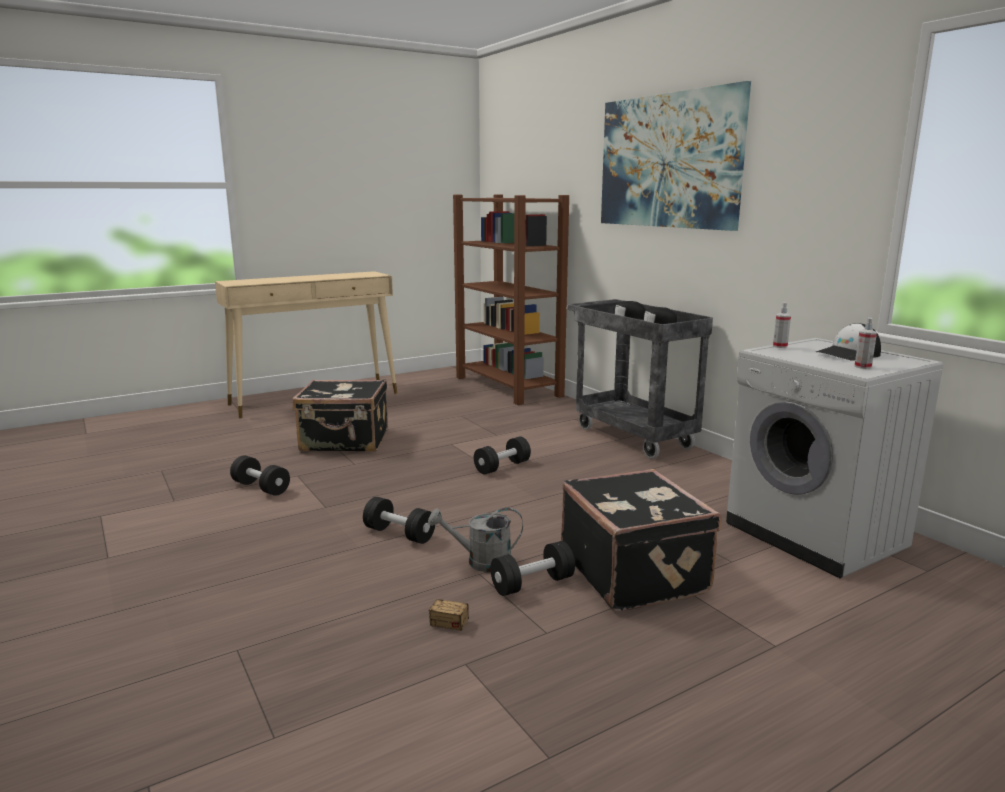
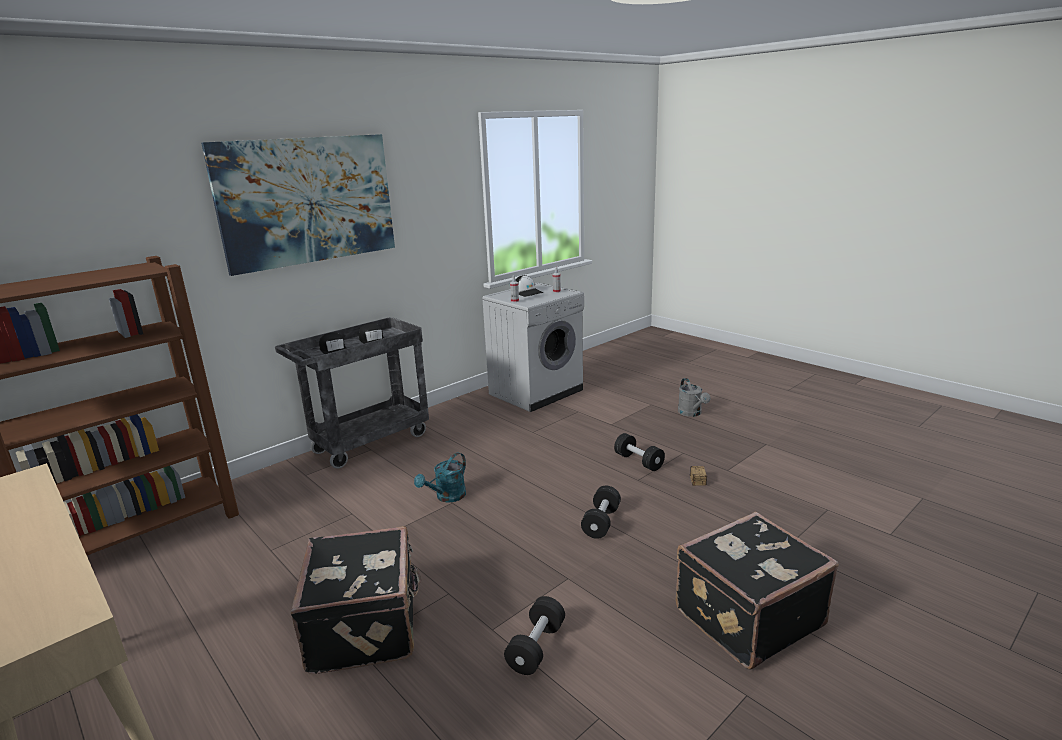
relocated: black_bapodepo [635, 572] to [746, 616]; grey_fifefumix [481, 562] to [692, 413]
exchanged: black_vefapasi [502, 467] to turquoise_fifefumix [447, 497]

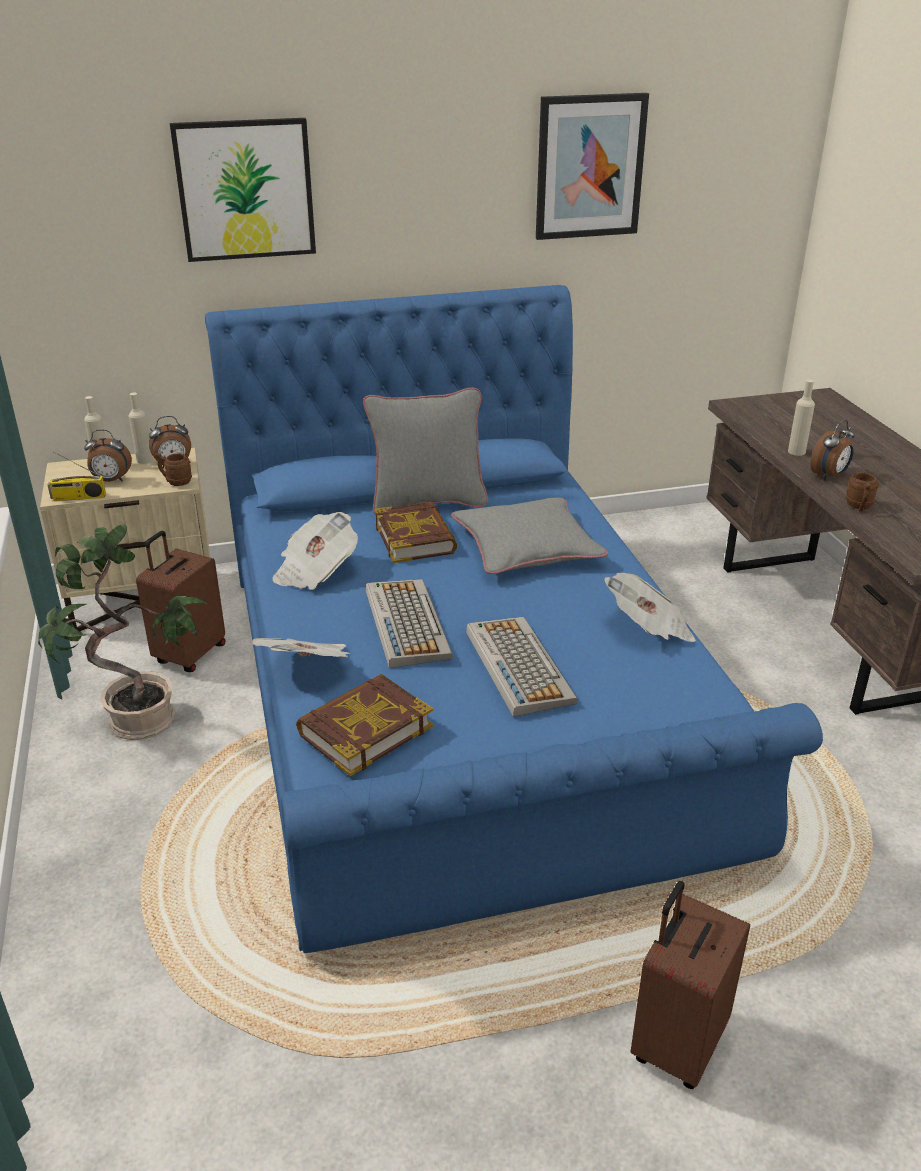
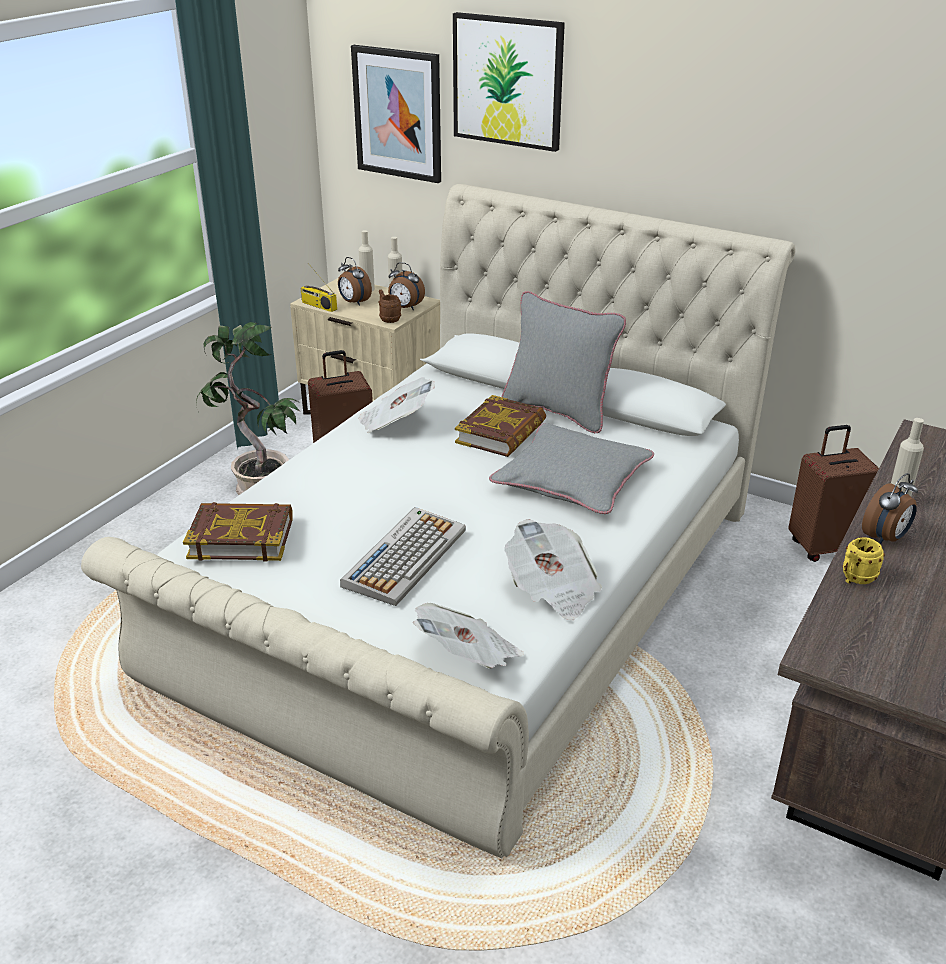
missing: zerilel [405, 623]
relocated: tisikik [589, 167] to [398, 113]; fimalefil [308, 668] to [469, 658]; brown_bapodepo [676, 1043] to [823, 547]
colour: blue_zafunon [459, 692] to beige_zafunon [472, 586]; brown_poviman [859, 507] to yellow_poviman [855, 579]
spun: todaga [829, 476] = [885, 538] 45 degrees counterclockwise

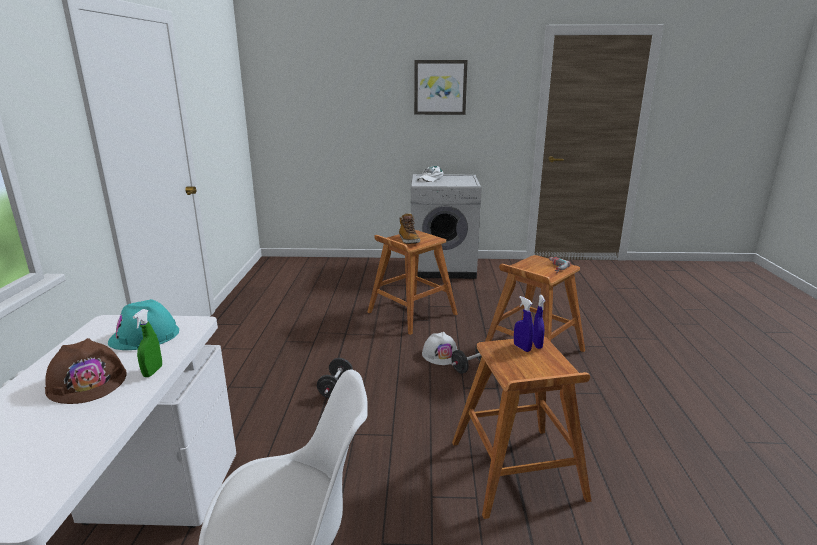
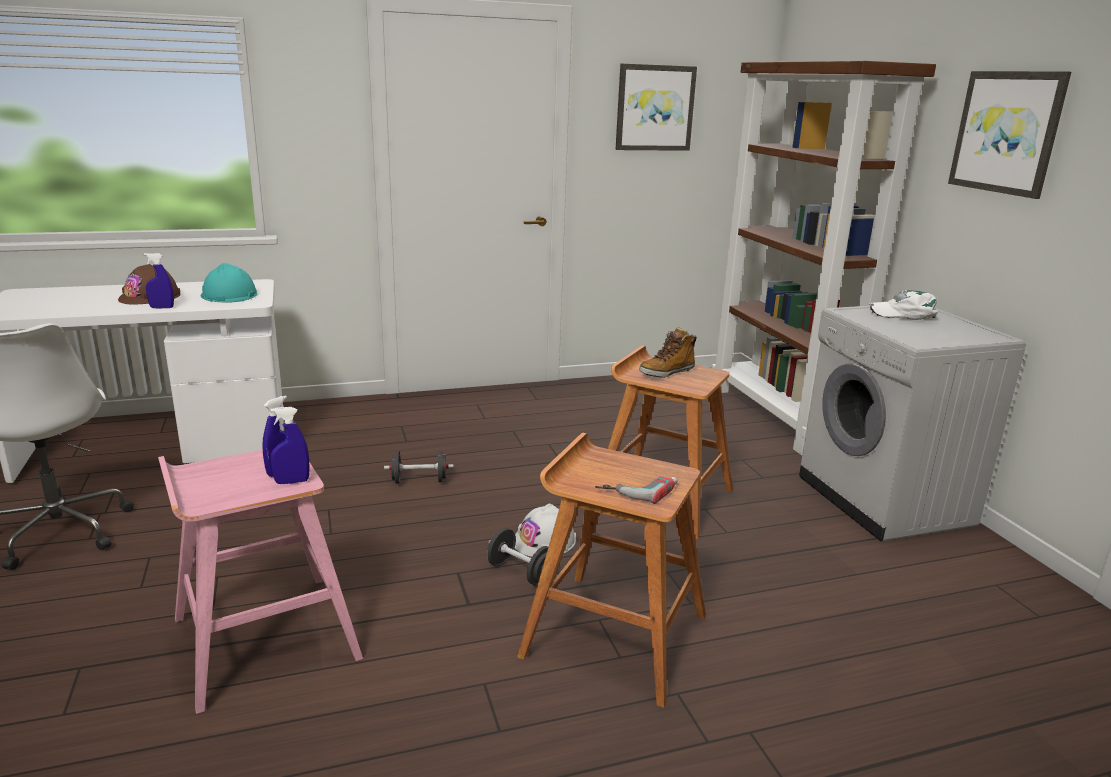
appeared: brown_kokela [779, 417]; tisikik [654, 108]
colour: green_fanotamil [152, 371] to blue_fanotamil [162, 307]; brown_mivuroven [517, 471] to pink_mivuroven [263, 638]

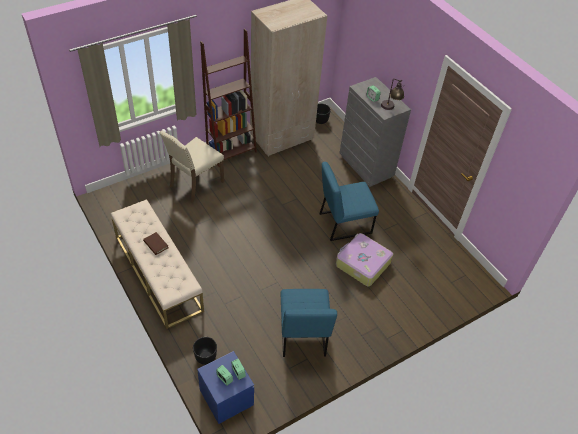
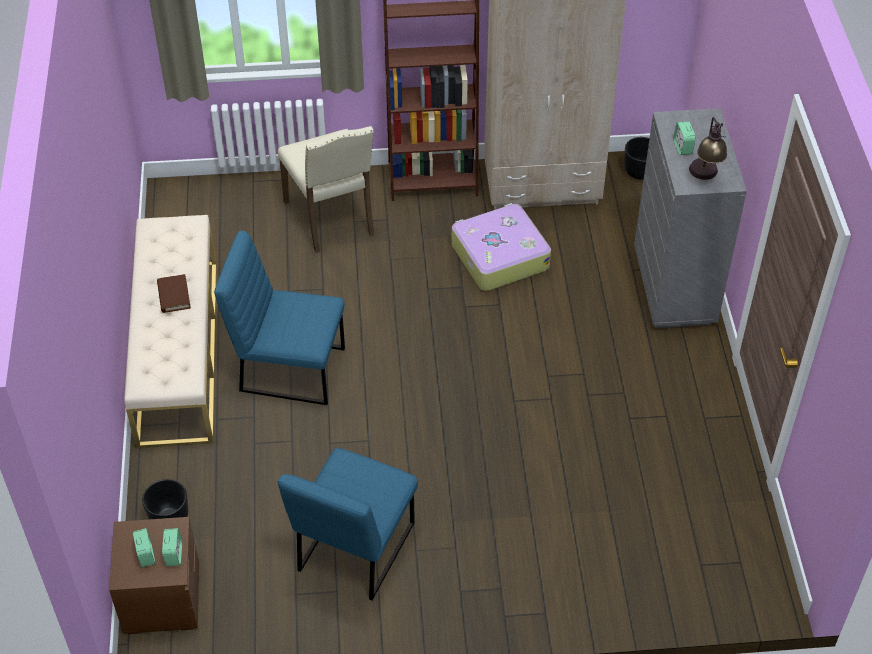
relocated: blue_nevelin [343, 223] to [289, 368]; bapodepo [362, 264] to [498, 256]
colour: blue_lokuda [225, 398] to brown_lokuda [160, 599]
spun: beige_nevelin [195, 184] = [332, 219] 90 degrees counterclockwise

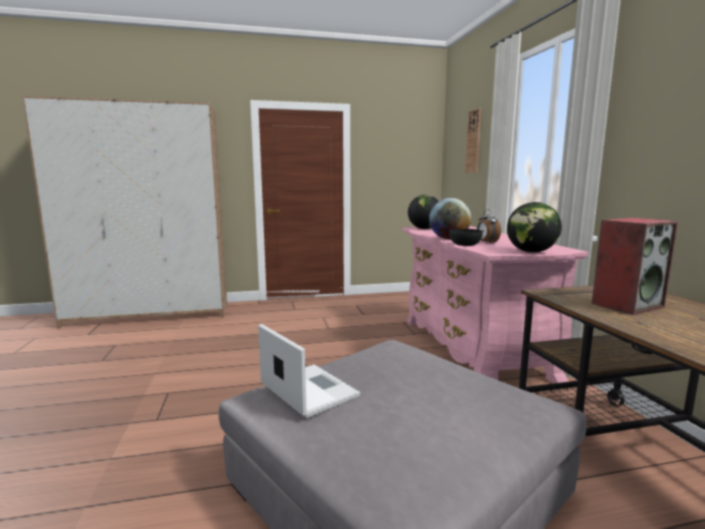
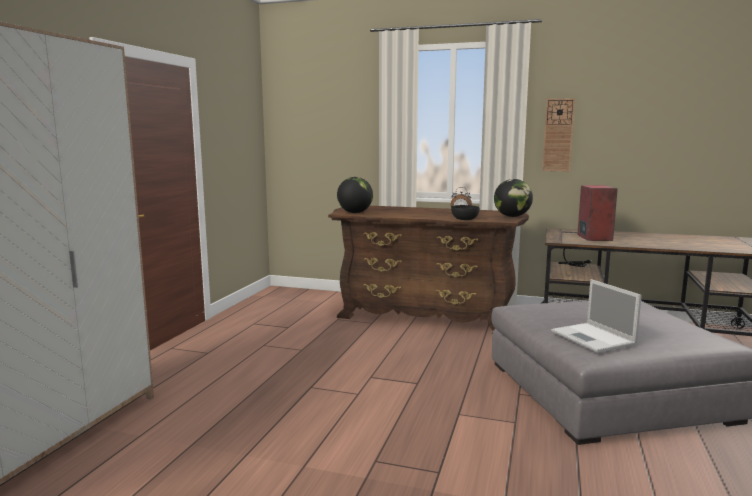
missing: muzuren [449, 239]
relocated: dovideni [473, 141] to [558, 135]
colour: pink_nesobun [468, 347] to brown_nesobun [425, 316]
spun: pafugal [307, 390] = [594, 338] 105 degrees counterclockwise

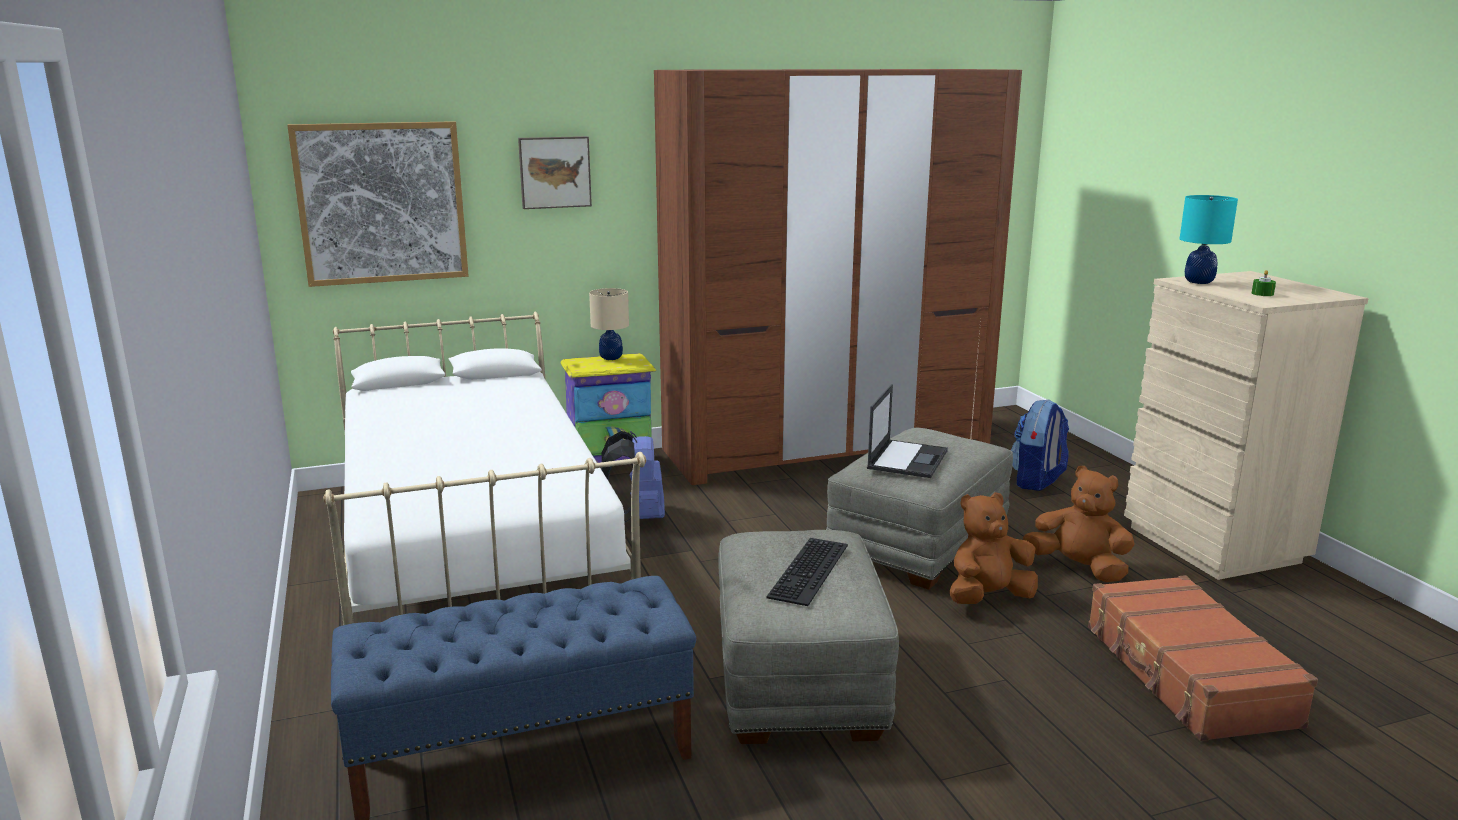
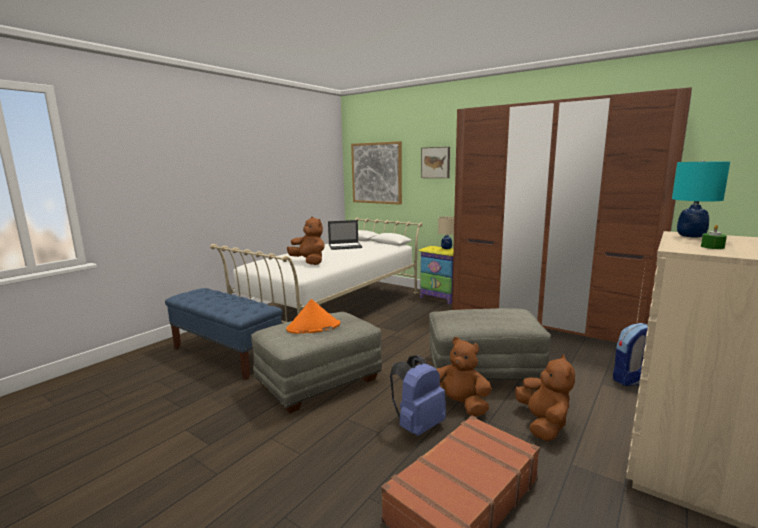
appeared: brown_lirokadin [309, 262]
relocated: pafugal [907, 459] to [345, 246]; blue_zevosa [638, 517] to [417, 425]
exchanged: zerilel [811, 571] to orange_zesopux [313, 327]

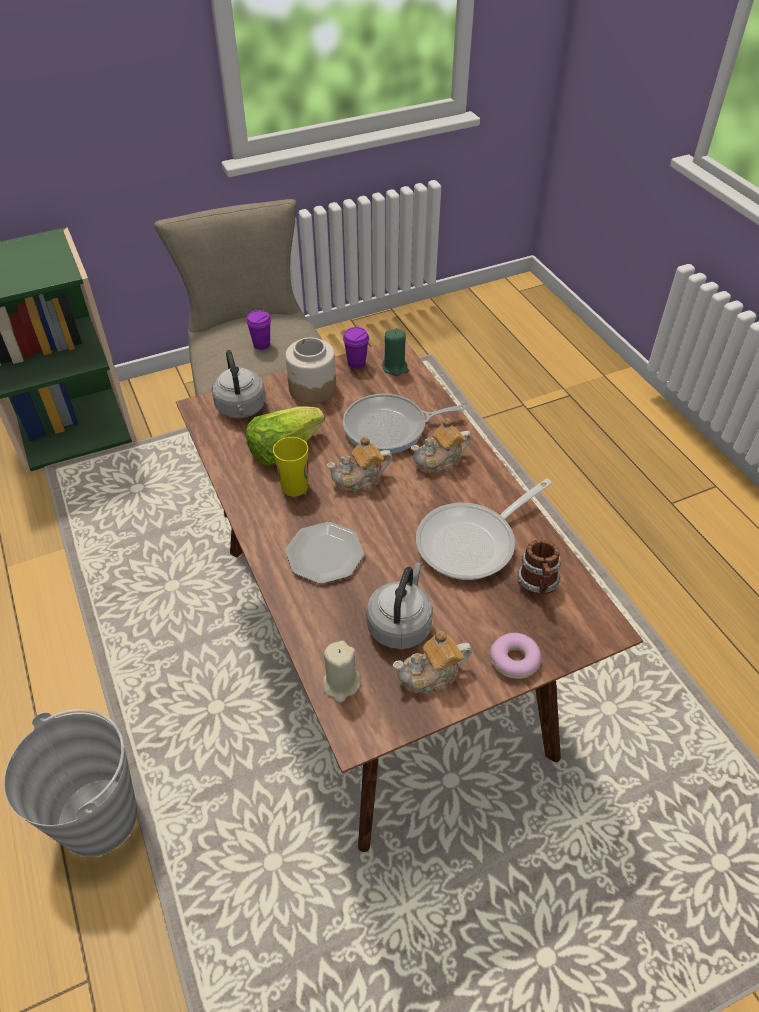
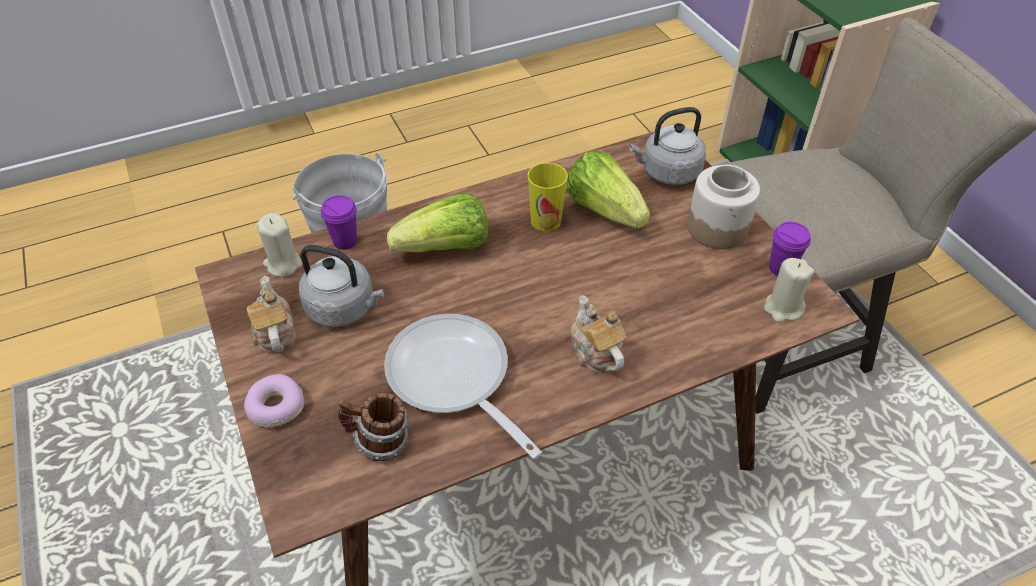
missing: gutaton [390, 428]; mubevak [360, 480]
relocated: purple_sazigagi [261, 344] to [345, 241]
exchanged: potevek [325, 554] to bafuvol [446, 248]
colour: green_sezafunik [395, 367] to beige_sezafunik [783, 308]

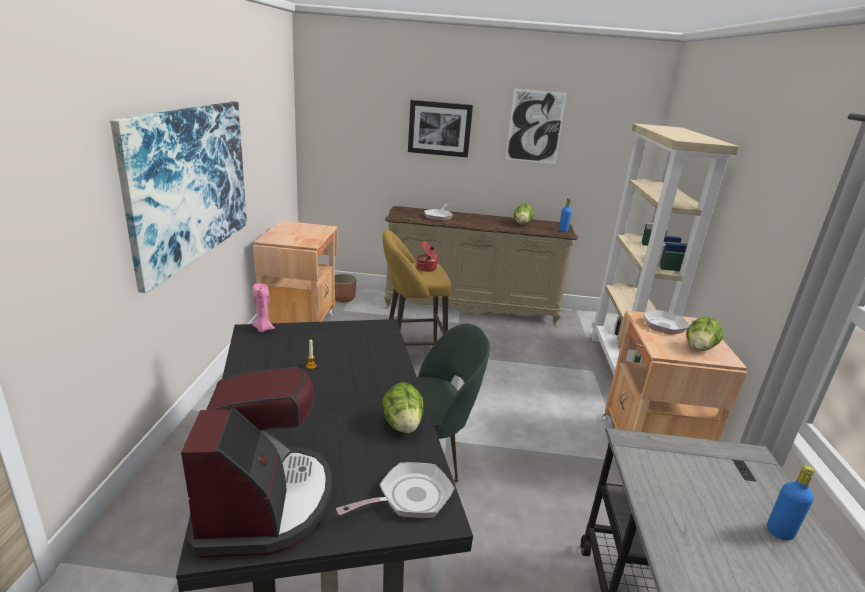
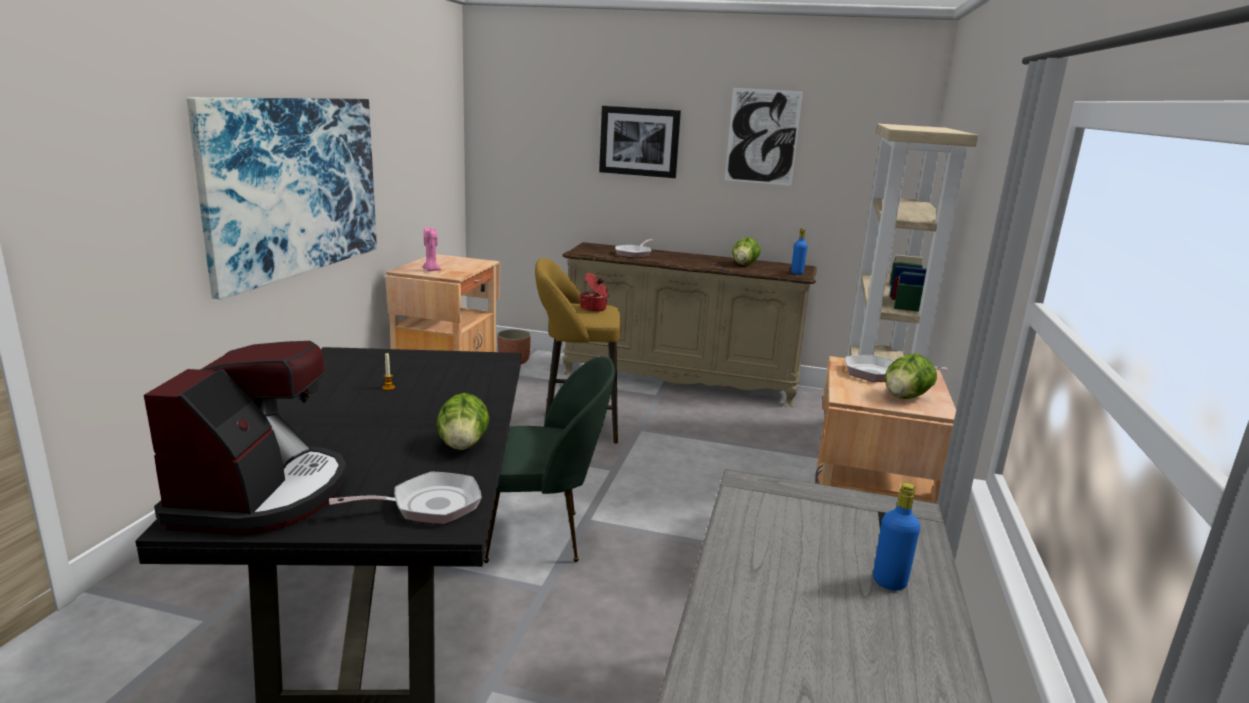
relocated: pink_sezafunik [263, 329] to [431, 270]

